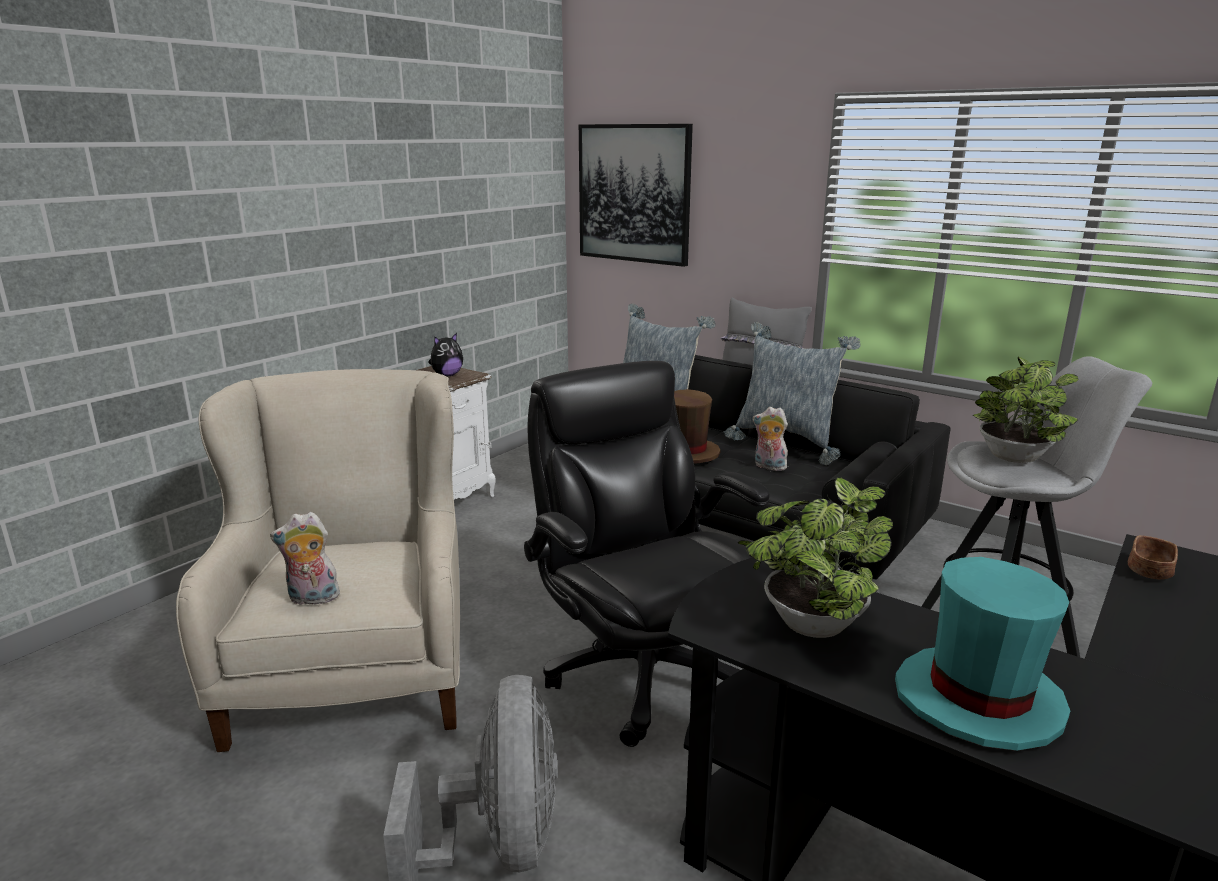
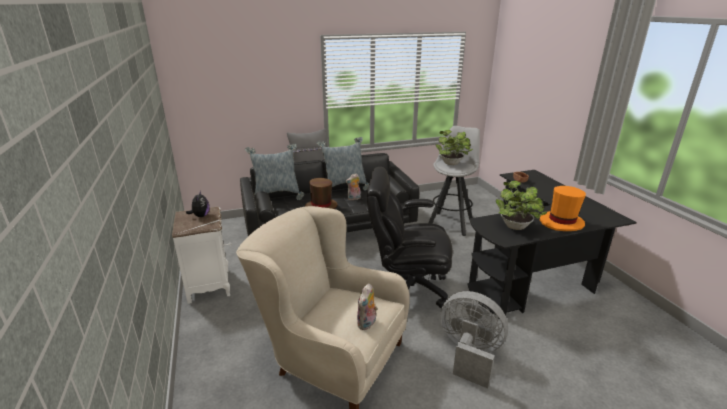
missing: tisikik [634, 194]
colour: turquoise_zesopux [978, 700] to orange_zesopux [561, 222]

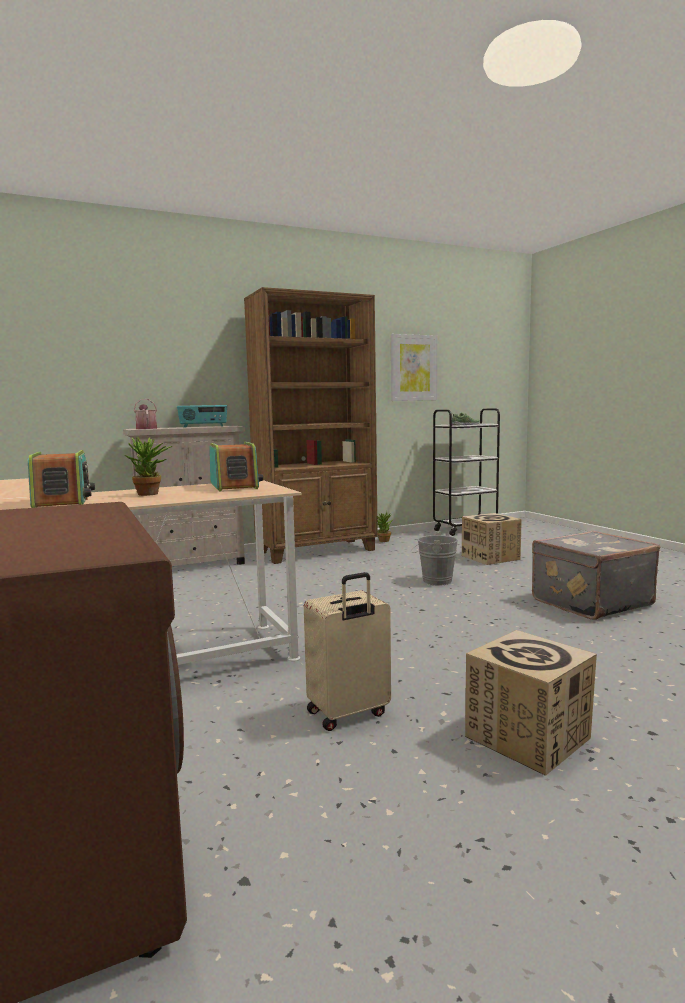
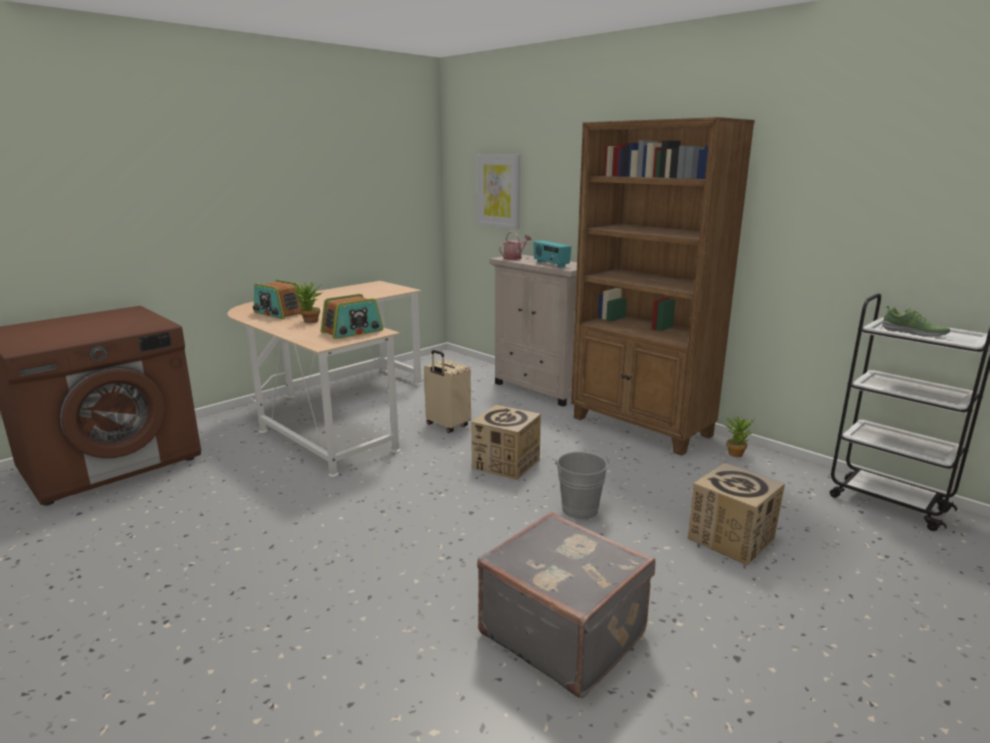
relocated: tisikik [413, 368] to [499, 191]; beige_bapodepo [348, 714] to [447, 426]; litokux [528, 737] to [506, 464]
spun: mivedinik [63, 502] = [279, 313] 75 degrees clockwise

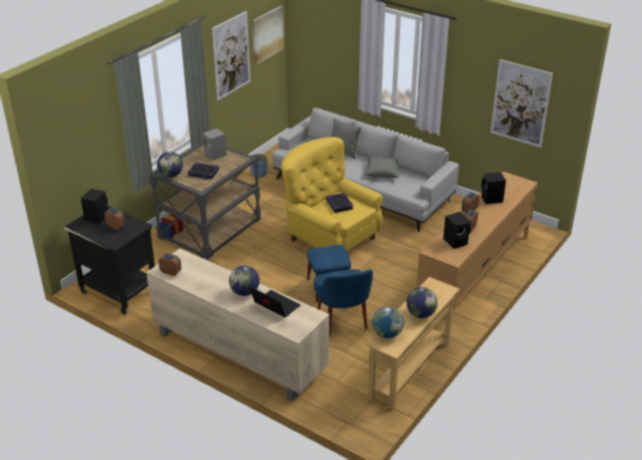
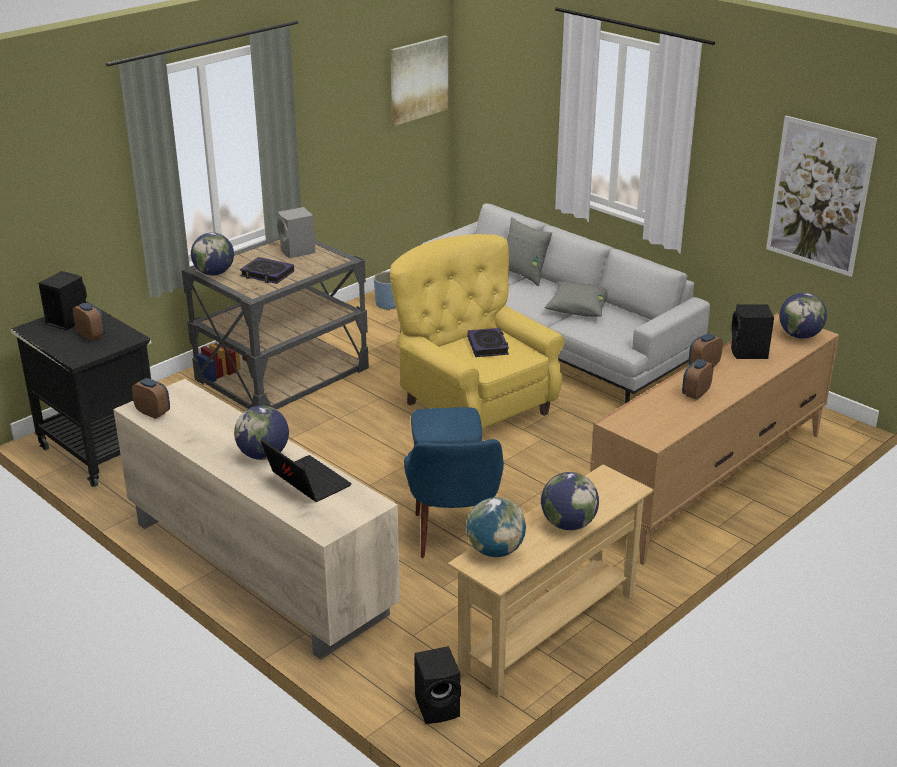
missing: tisikik [231, 55]
appeared: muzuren [799, 335]
relocated: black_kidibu [456, 241] to [439, 707]

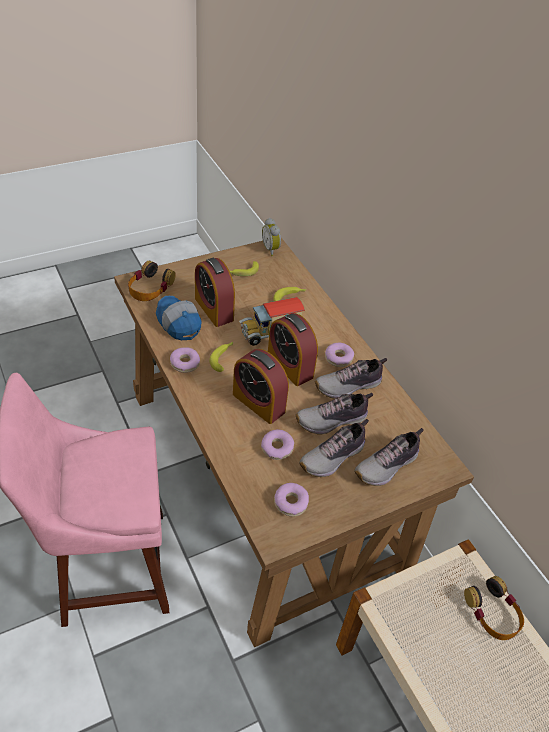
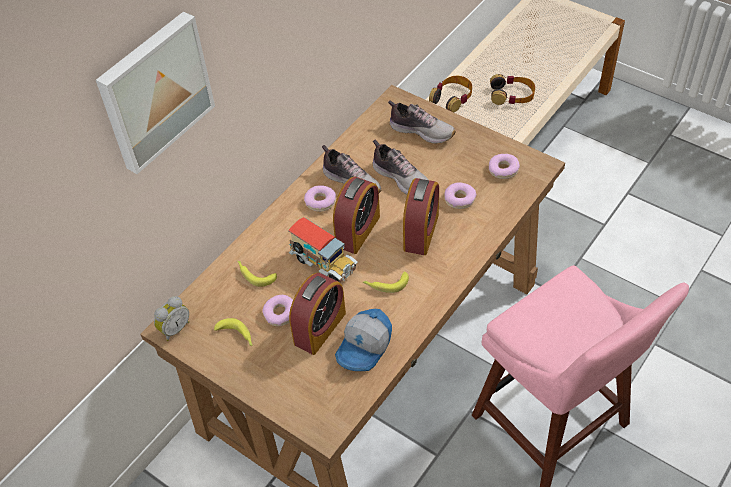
missing: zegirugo [333, 457]
appeared: tisikik [154, 91]
relocated: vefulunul [150, 287] to [512, 95]; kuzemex [185, 363] to [280, 314]

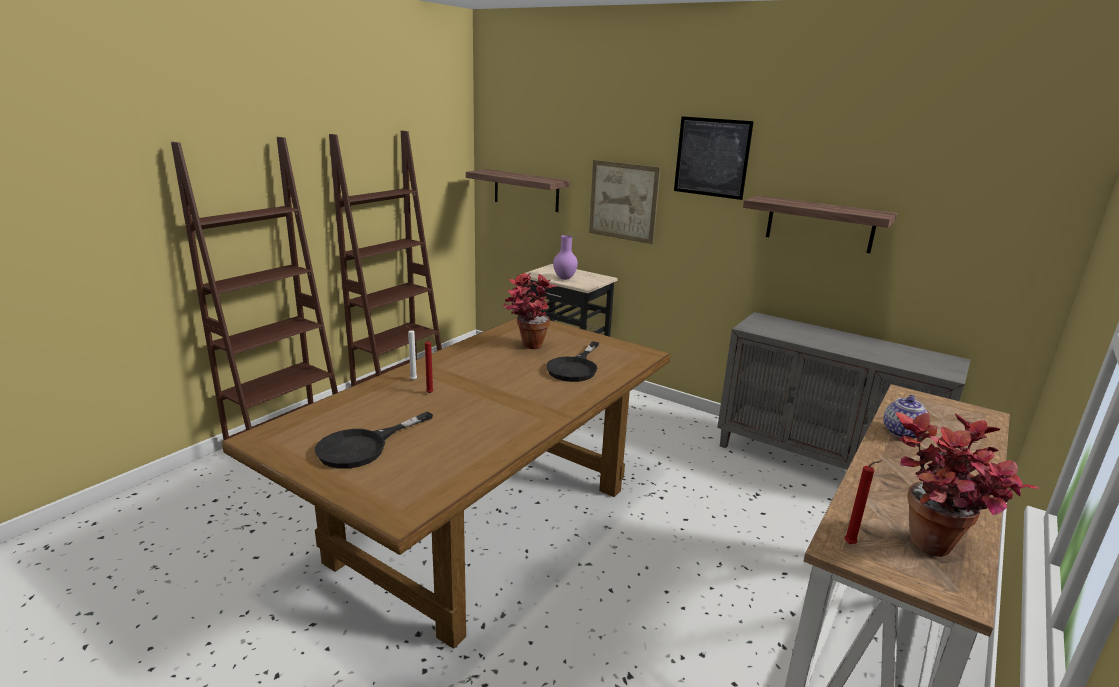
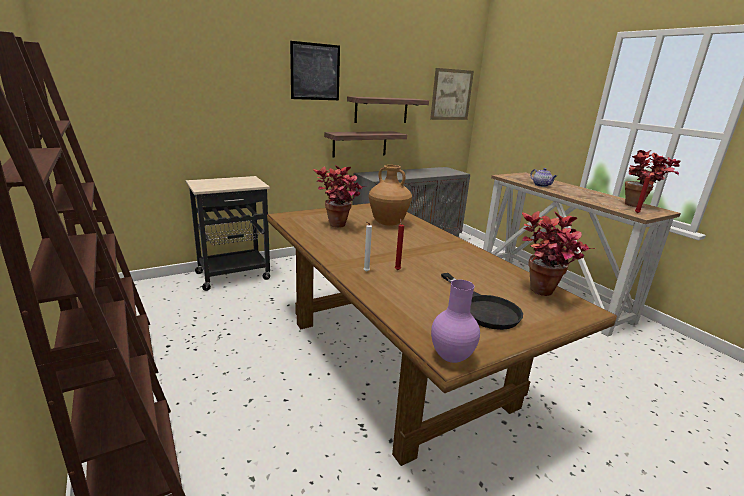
appeared: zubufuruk [542, 295]
relocated: tisikik [623, 201] to [451, 95]; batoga [526, 190] to [360, 144]; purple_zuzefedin [565, 278] to [450, 357]
exchanged: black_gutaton [575, 368] to brown_zuzefedin [388, 223]

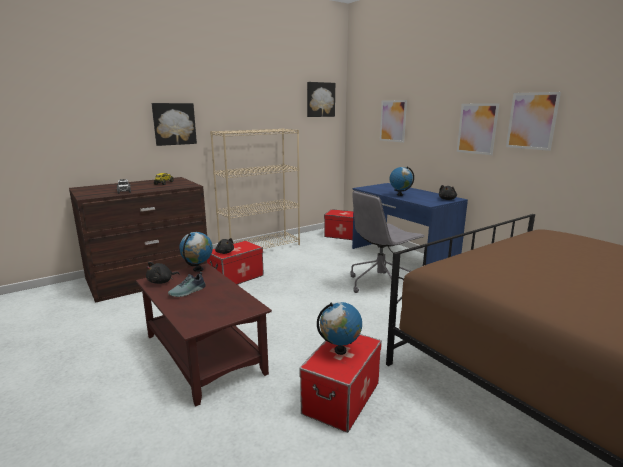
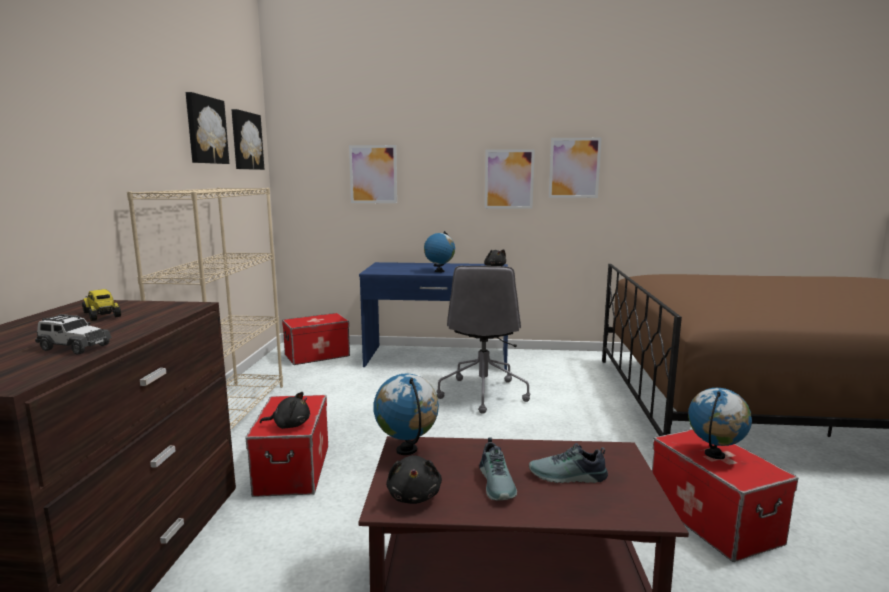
appeared: zegirugo [568, 477]
relocated: tisikik [174, 124] to [205, 130]

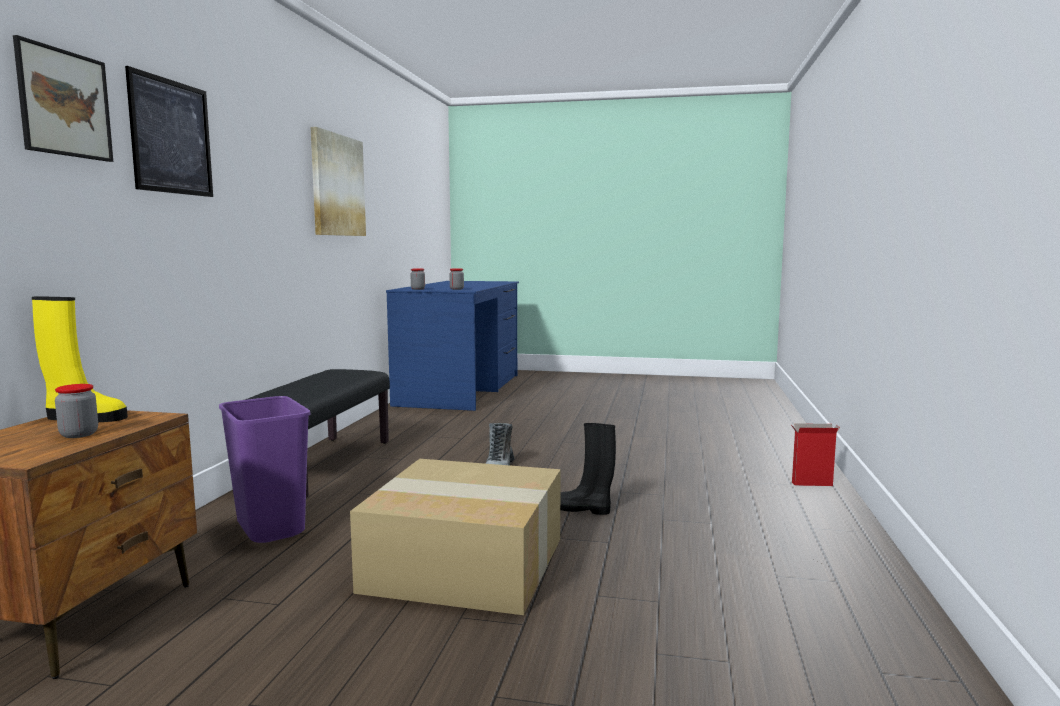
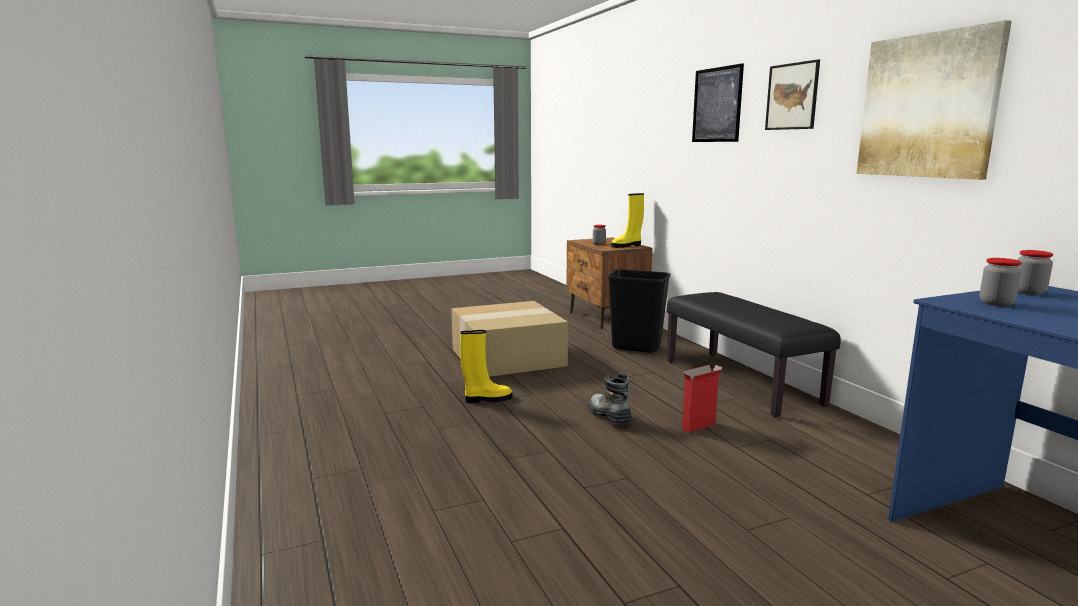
relocated: tisikik [65, 103] to [792, 96]; litokux [811, 484] to [699, 426]
colour: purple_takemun [269, 528] to black_takemun [637, 347]; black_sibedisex [583, 509] to yellow_sibedisex [487, 399]

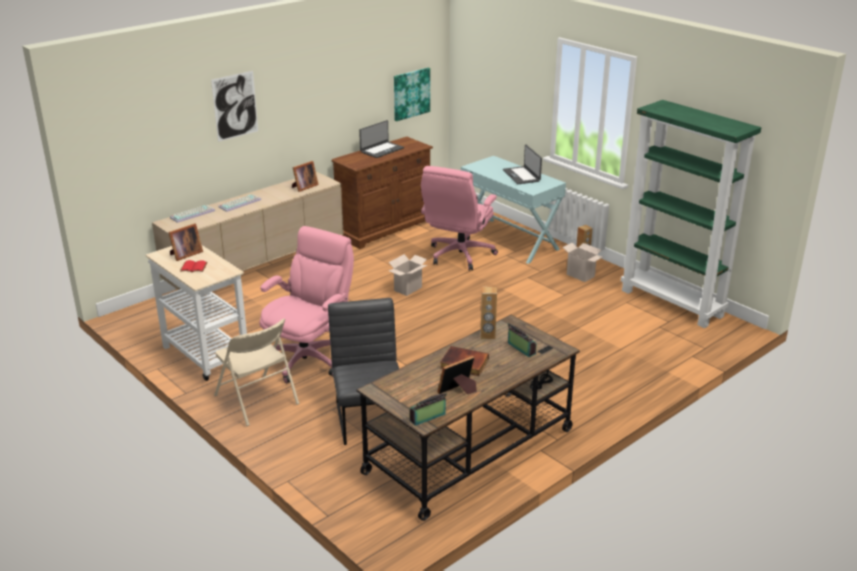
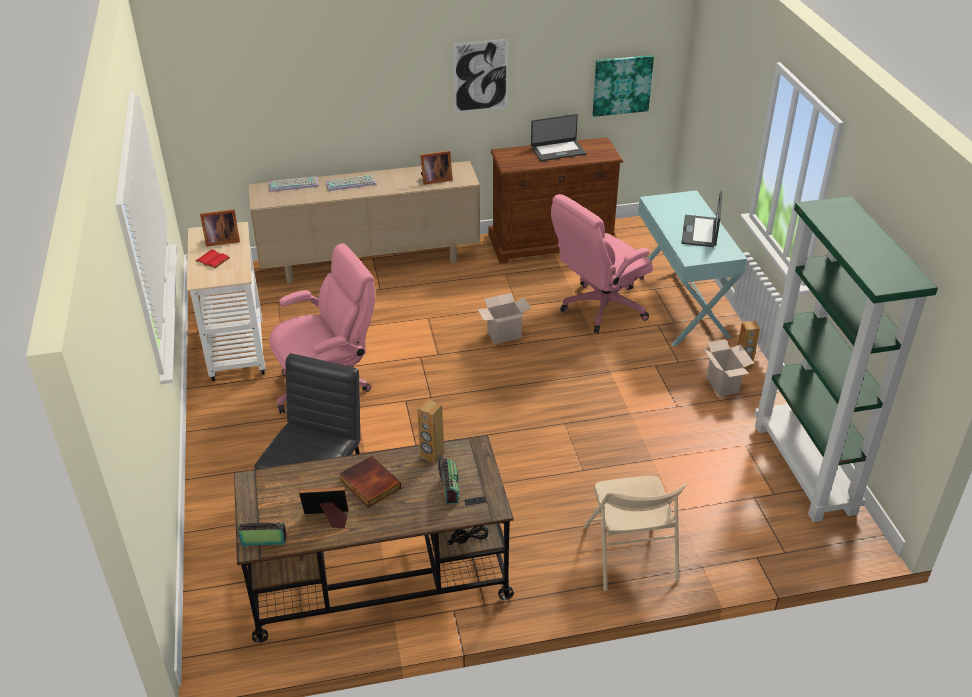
relocated: tisikik [235, 106] to [480, 76]; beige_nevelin [256, 400] to [629, 553]

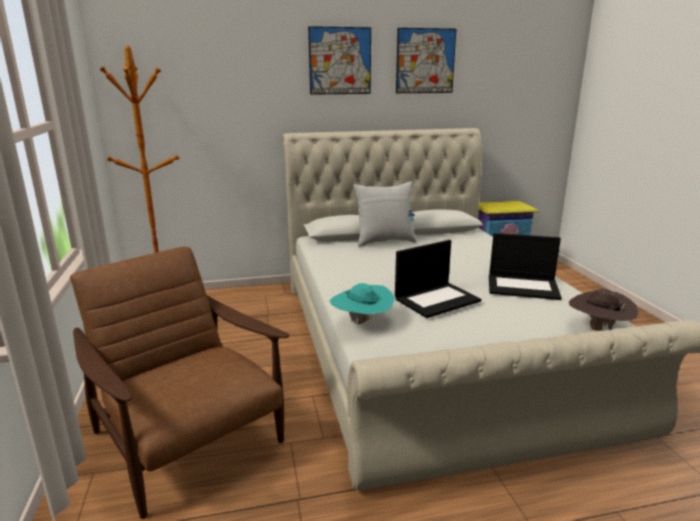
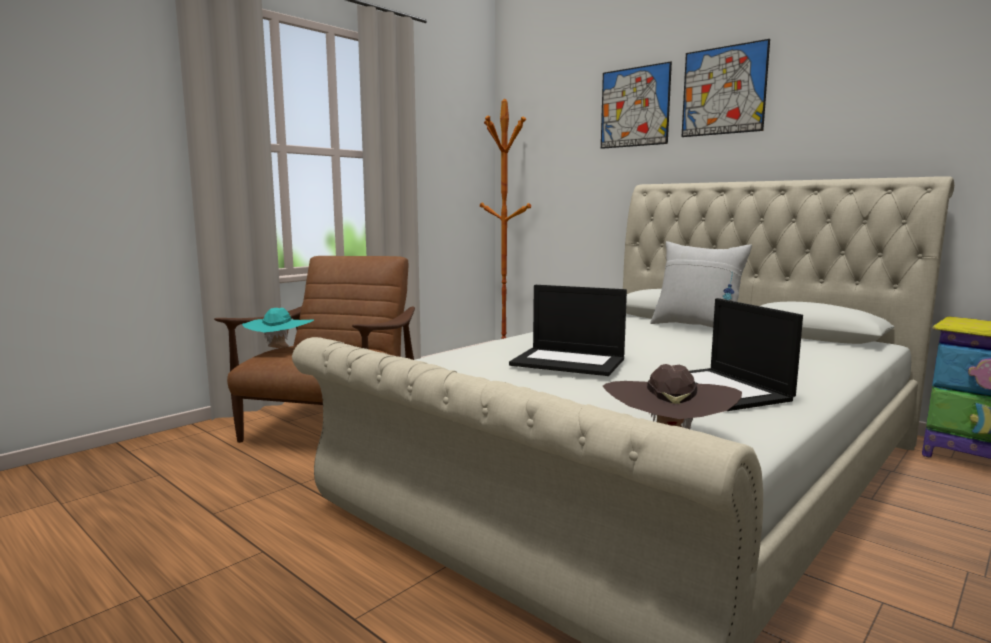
relocated: tisikik [425, 61] to [634, 107]; turquoise_zesopux [362, 323] to [279, 349]

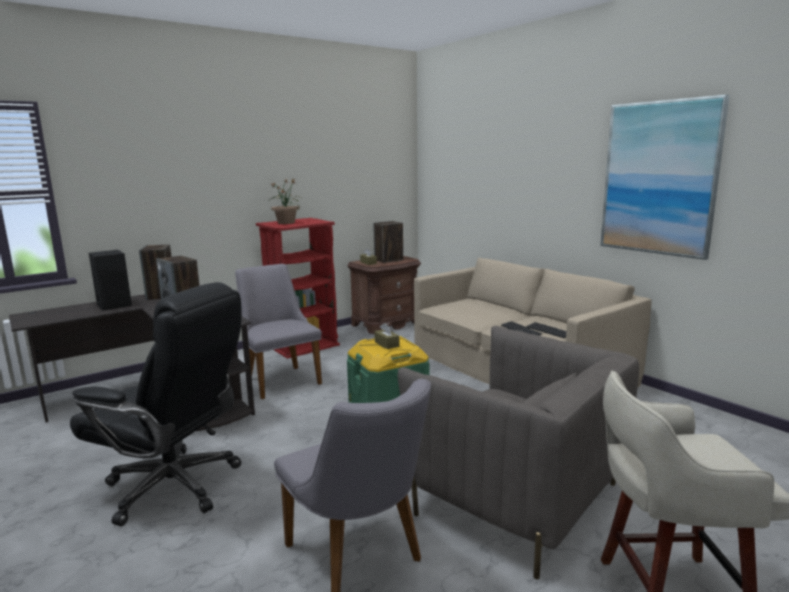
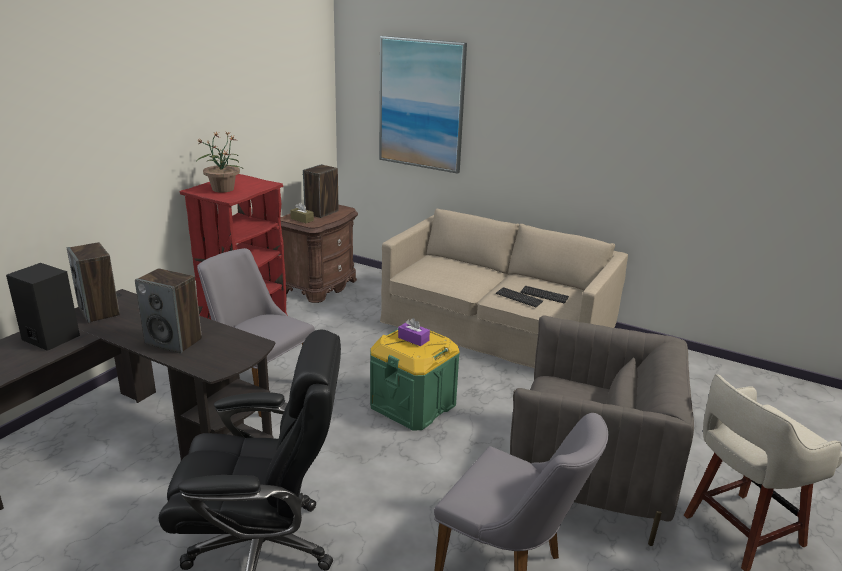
relocated: tisikik [659, 178] to [421, 104]
colour: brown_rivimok [386, 344] to purple_rivimok [413, 339]

